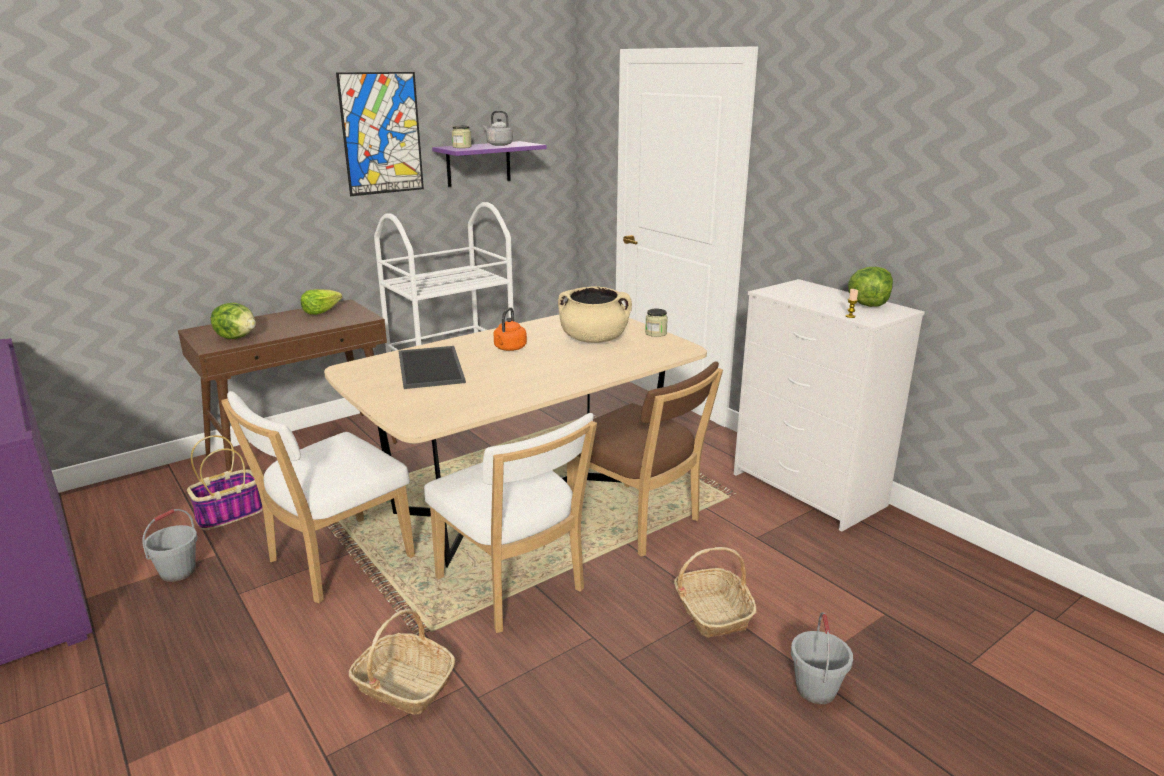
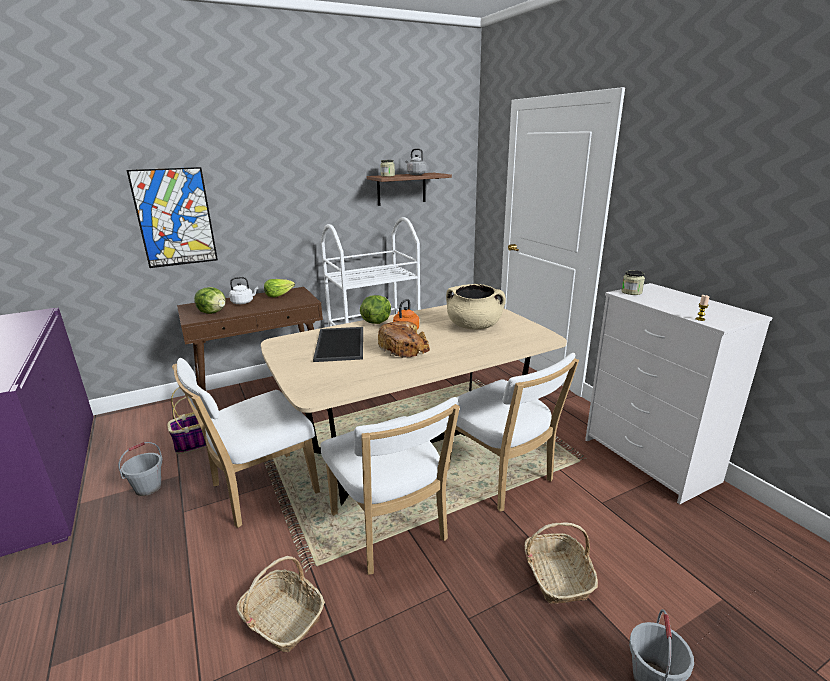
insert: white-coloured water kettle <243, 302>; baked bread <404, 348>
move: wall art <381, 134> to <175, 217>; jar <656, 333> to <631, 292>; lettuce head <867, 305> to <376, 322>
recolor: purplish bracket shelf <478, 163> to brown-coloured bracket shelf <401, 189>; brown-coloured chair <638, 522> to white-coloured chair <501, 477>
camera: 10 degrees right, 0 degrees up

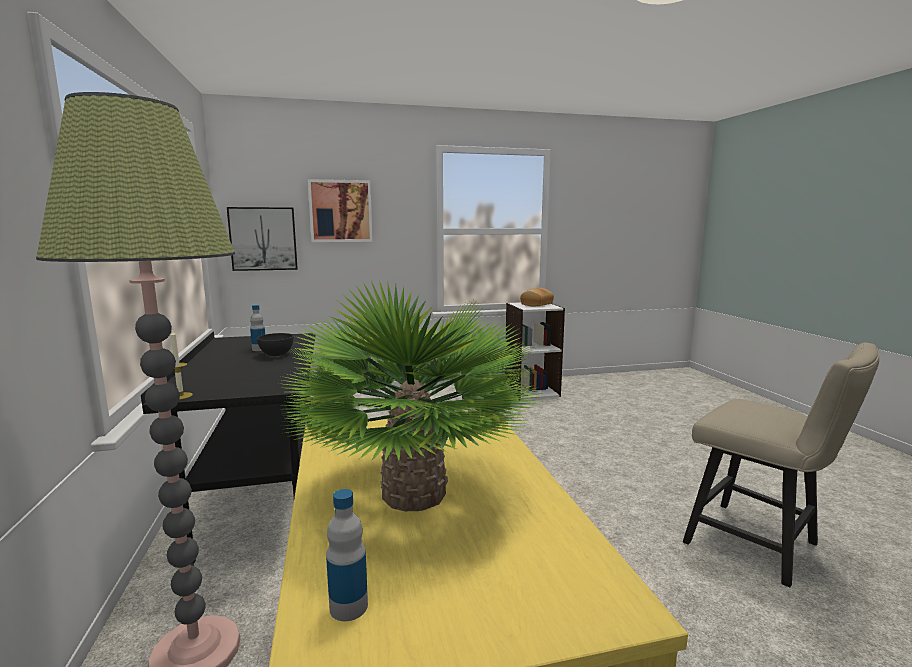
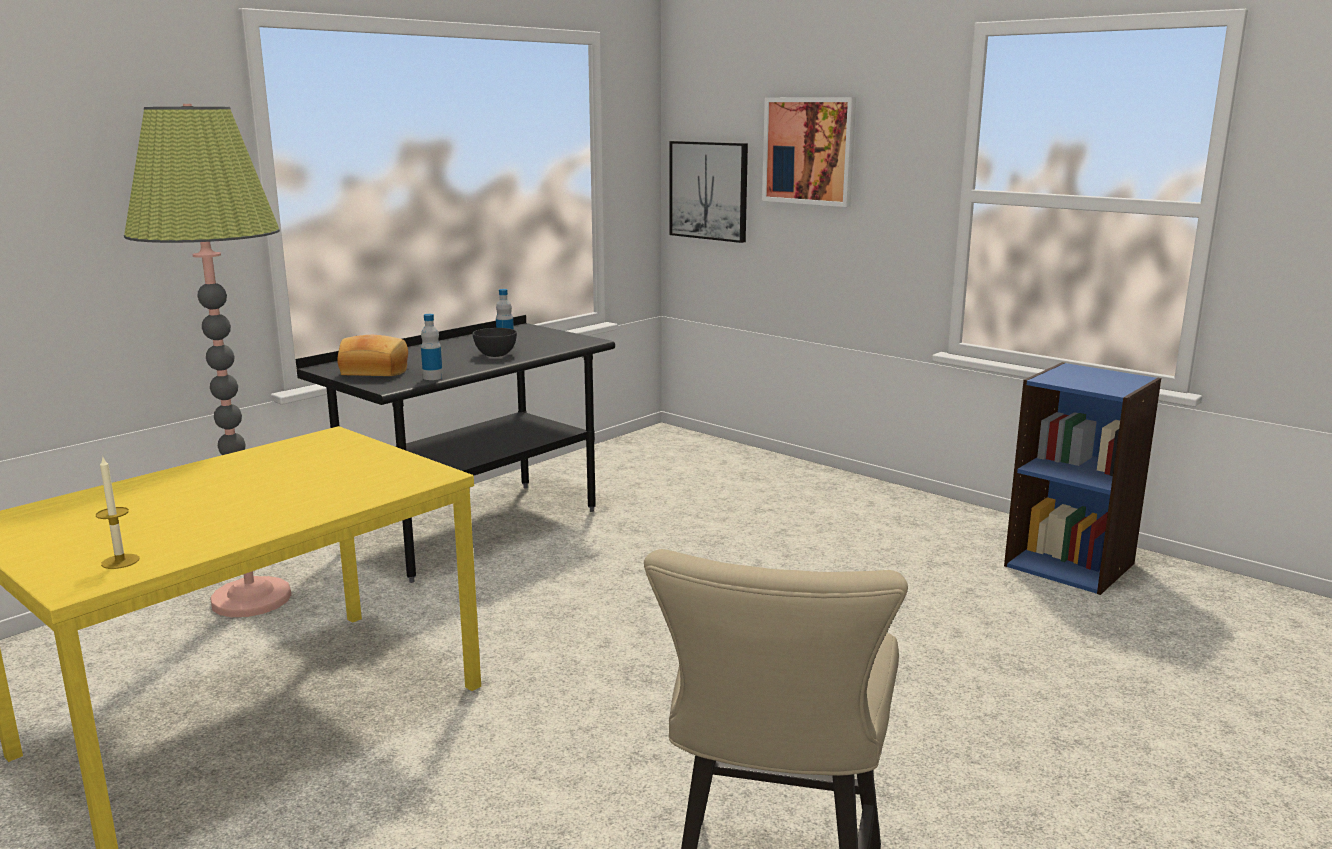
delete: potted plant <413, 494>
move: wax light <180, 396> to <120, 561>; drink bottle <348, 606> to <432, 377>; baked bread <536, 304> to <375, 371>
recolor: white-coloured shelving unit <531, 391> to blue shelving unit <1070, 564>
camera: 55 degrees right, 5 degrees up

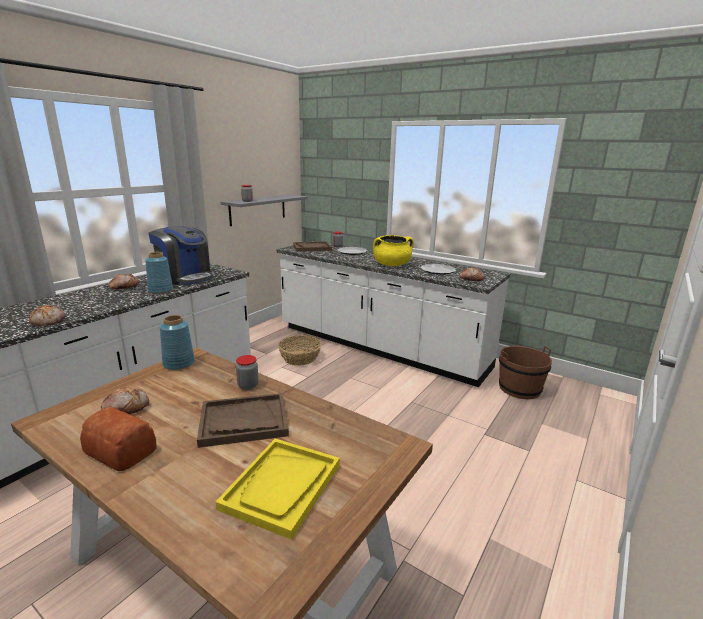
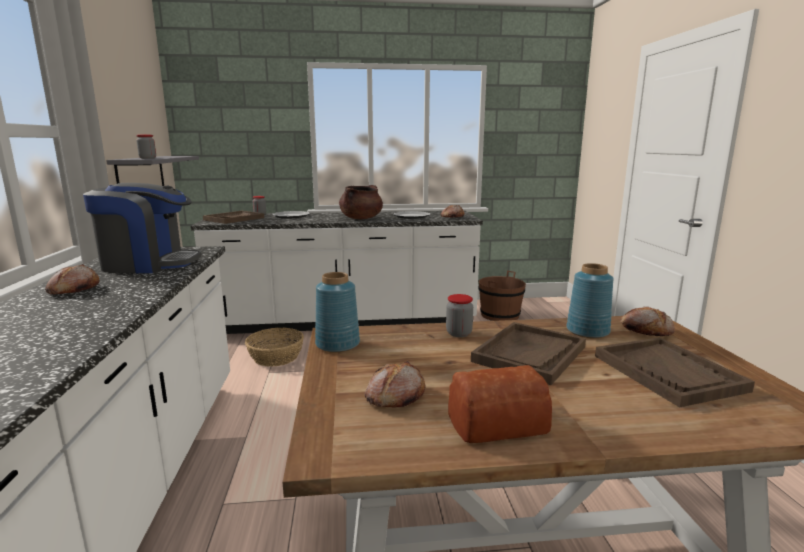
move: baked bread <49, 321> to <645, 330>; blue decorative vase <160, 290> to <588, 331>
recolor: yellow tray <282, 486> to brown-coloured tray <668, 373>; yellow saucepot <391, 265> to brown-coloured saucepot <361, 218>
camera: 40 degrees left, 5 degrees down

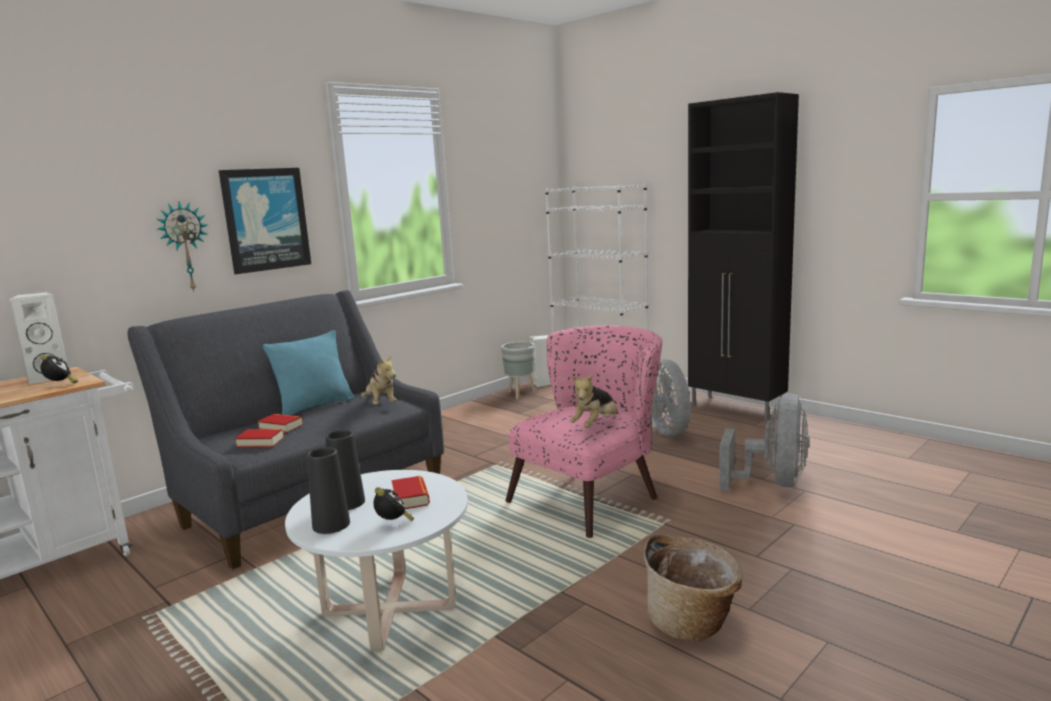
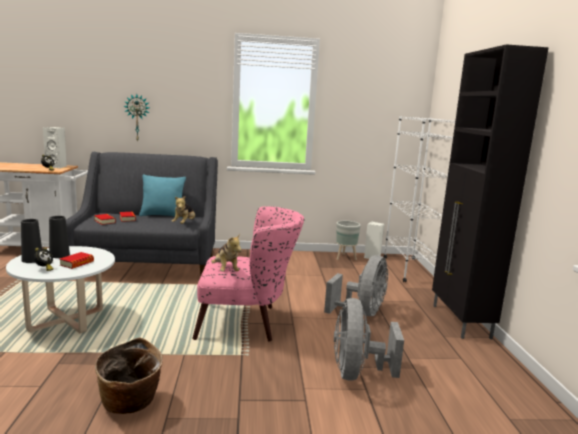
delete: wall art <266, 219>
rotate: cuddly toy <596, 425> = <225, 270> 105 degrees counterclockwise; gray fan <773, 483> = <357, 373> 120 degrees clockwise
camera: 40 degrees right, 0 degrees up

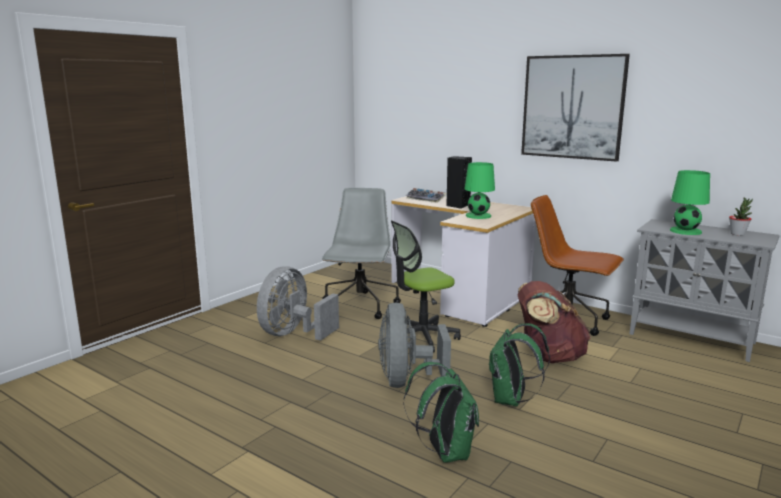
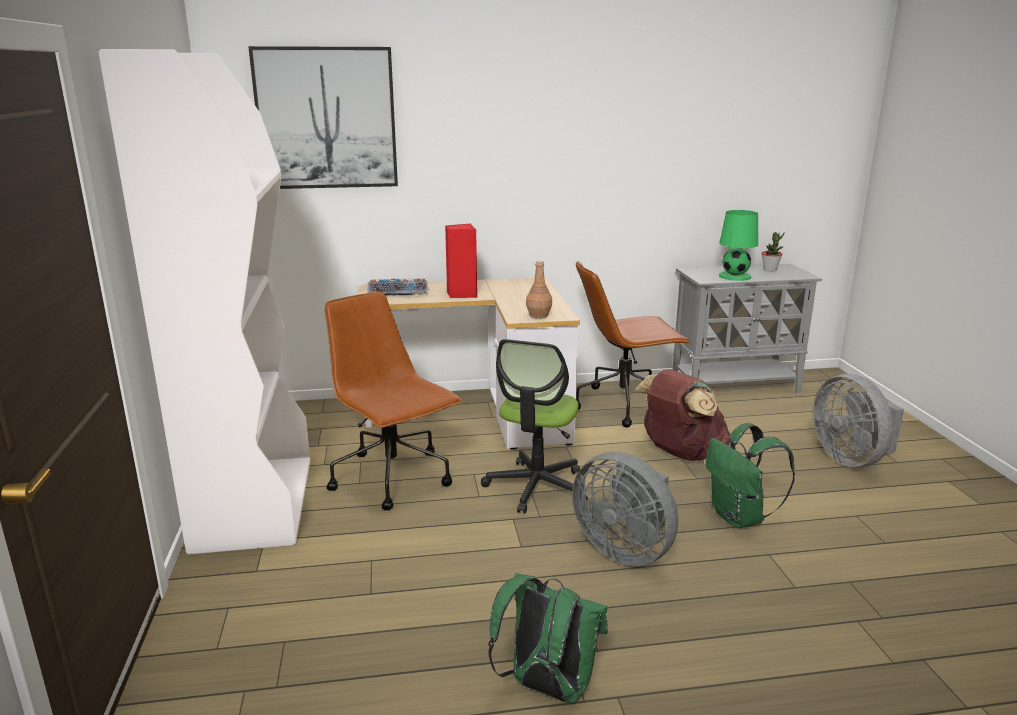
delete: green-coloured tabletop lamp <478, 216>
insert: white-coloured shelving unit <254, 503>; brown-coloured drink bottle <538, 315>
move: gray fan <293, 334> to <851, 458>; green-coloured rucksack <444, 452> to <546, 687>; wall art <572, 107> to <326, 118>
recolor: gray office chair <360, 307> to brown-coloured office chair <393, 478>; black-coloured speaker <457, 206> to red speaker <461, 294>
camera: 45 degrees left, 5 degrees up

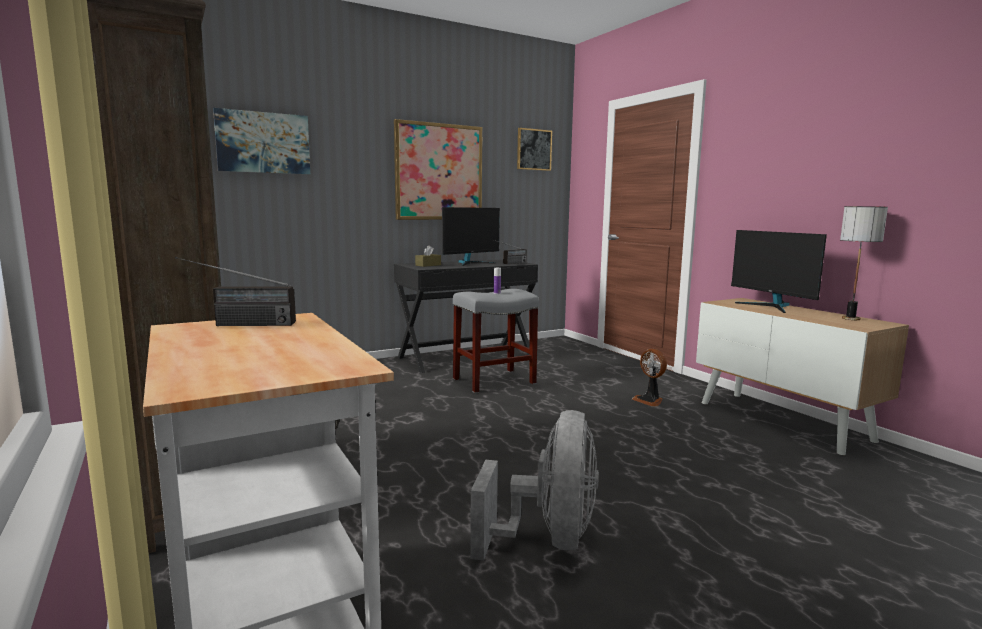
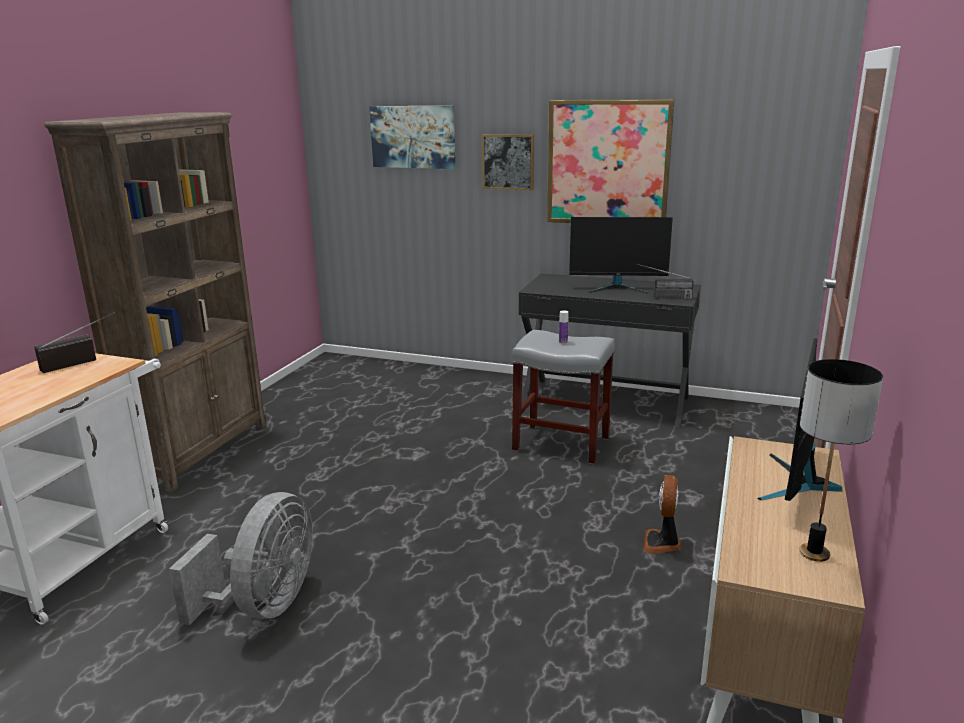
delete: brown-coloured tissue box <428, 265>
move: wall art <534, 149> to <508, 162>
rotate: radio receiver <235, 324> = <82, 361> 90 degrees clockwise; gray fan <549, 539> = <264, 605> 45 degrees counterclockwise
camera: 50 degrees right, 10 degrees up

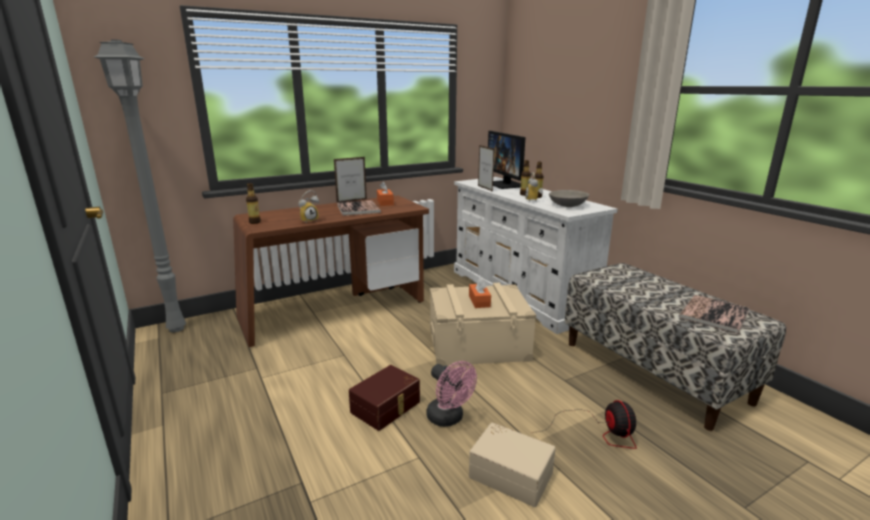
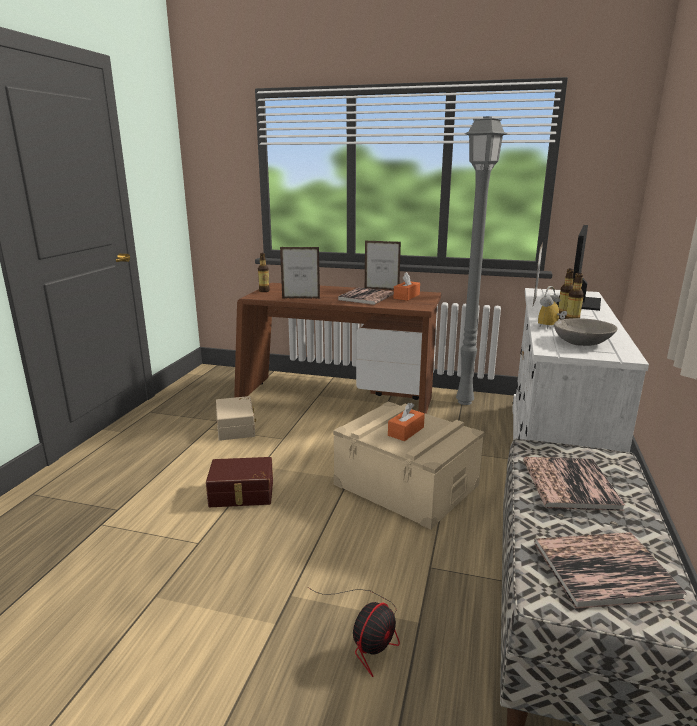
delete: pink-coloured fan <449, 419>
insert: book <569, 484>
move: gray standing lamp <177, 329> to <465, 402>; sand-coloured storage container <511, 473> to <237, 427>
replace: table clock <309, 221> to photo frame <301, 298>
camera: 45 degrees right, 0 degrees up

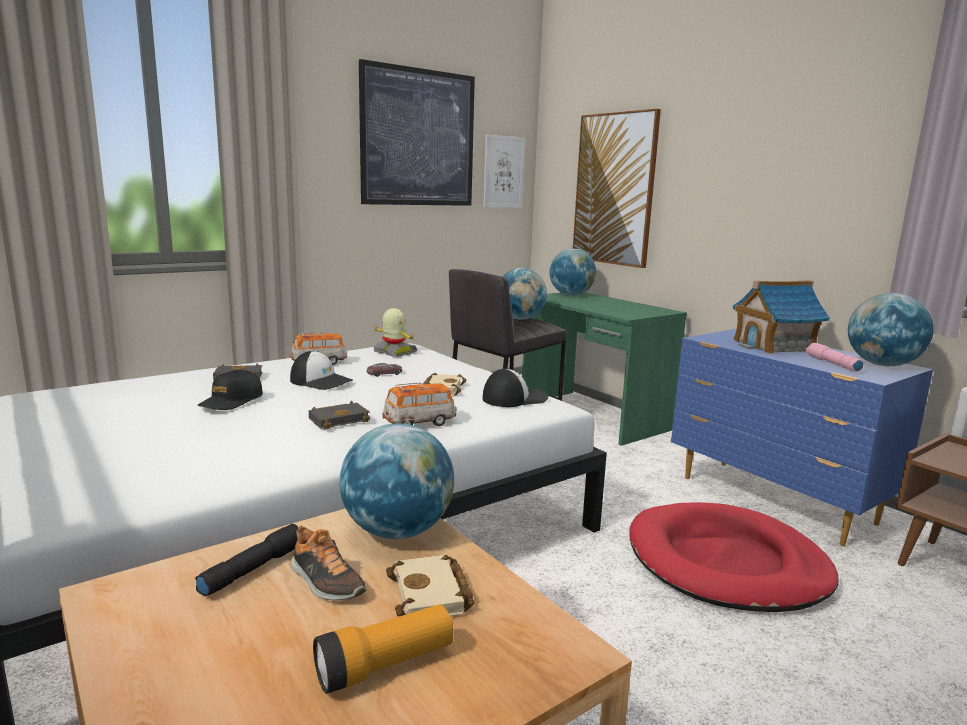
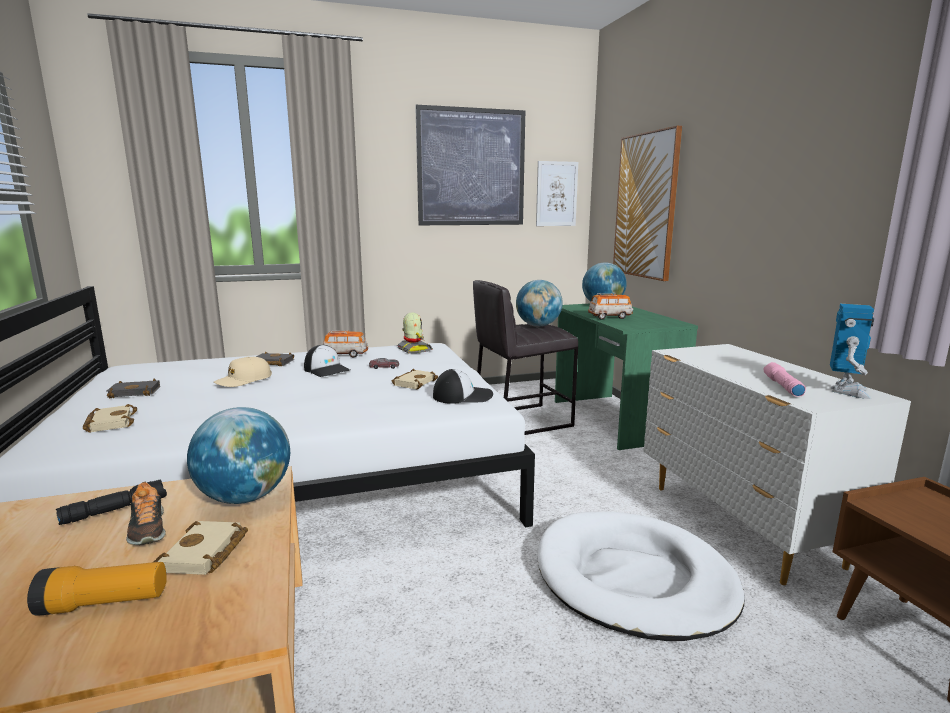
delete: toy house <774, 346>
insert: sand-coloured book <109, 422>
move: black-coloured book <339, 419> to <136, 392>; miniature car <419, 423> to <610, 317>
replace: globe <882, 365> to model robot <846, 391>
recolor: black-coloured cap <231, 401> to sand-coloured cap <244, 380>; red dog cushion <727, 563> to white-coloured dog cushion <633, 579>; blue dresser <776, 501> to white-coloured dresser <741, 525>
camera: 20 degrees right, 0 degrees up

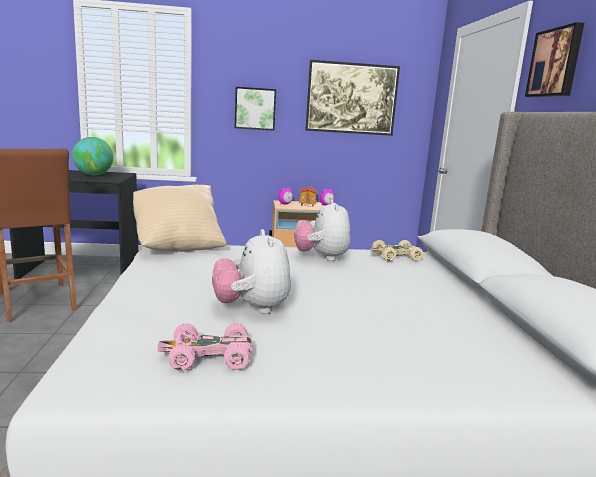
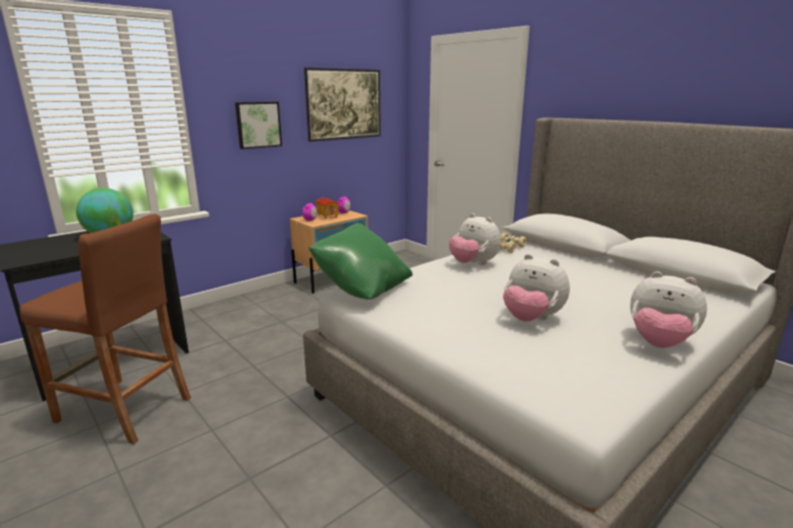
delete: pink-coloured miniature car <208, 357>; wall art <556, 63>
insert: cuddly toy <659, 343>
recolor: sand-coloured throw pillow <178, 245> to green-coloured throw pillow <362, 289>
camera: 35 degrees left, 5 degrees up

